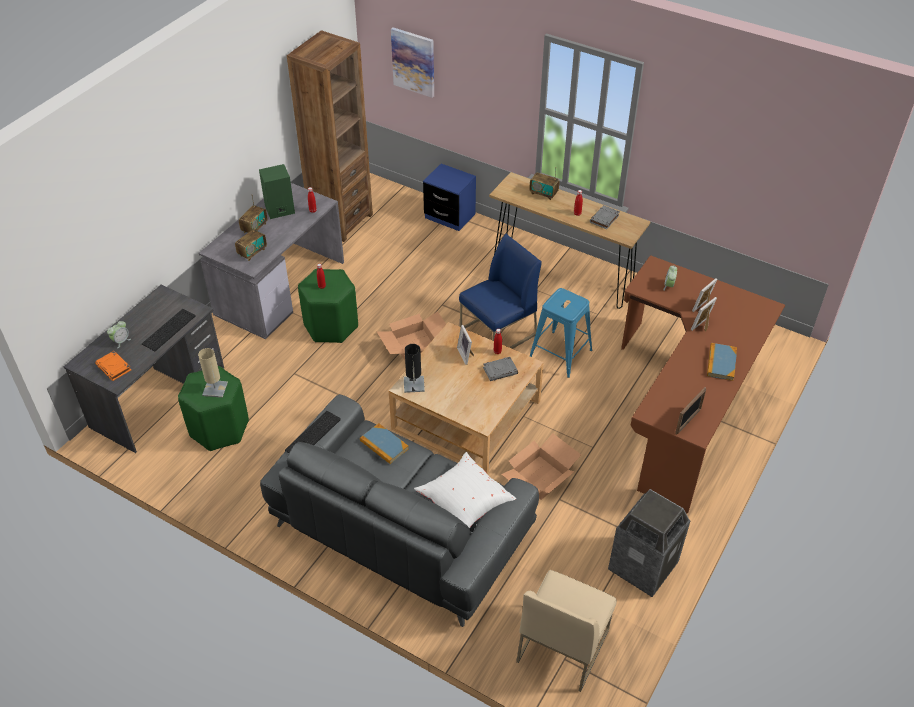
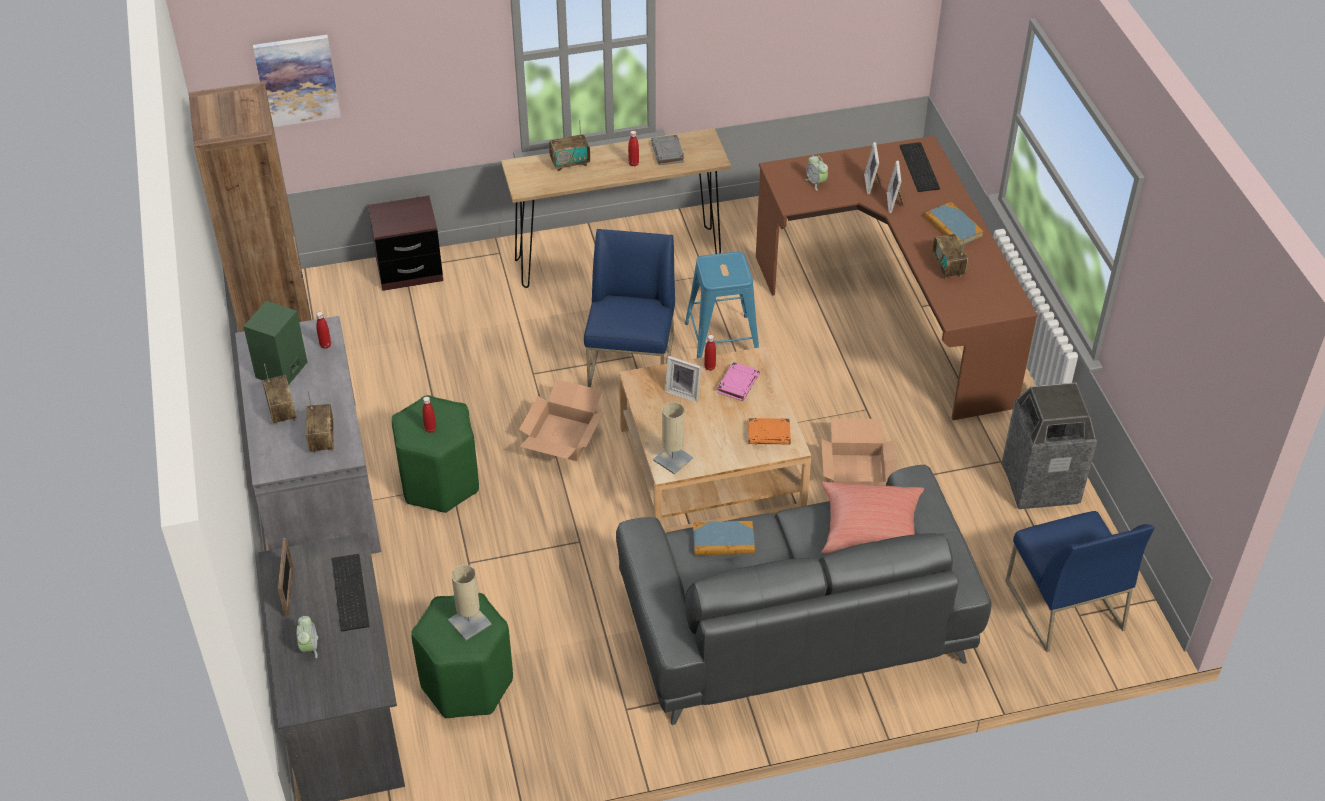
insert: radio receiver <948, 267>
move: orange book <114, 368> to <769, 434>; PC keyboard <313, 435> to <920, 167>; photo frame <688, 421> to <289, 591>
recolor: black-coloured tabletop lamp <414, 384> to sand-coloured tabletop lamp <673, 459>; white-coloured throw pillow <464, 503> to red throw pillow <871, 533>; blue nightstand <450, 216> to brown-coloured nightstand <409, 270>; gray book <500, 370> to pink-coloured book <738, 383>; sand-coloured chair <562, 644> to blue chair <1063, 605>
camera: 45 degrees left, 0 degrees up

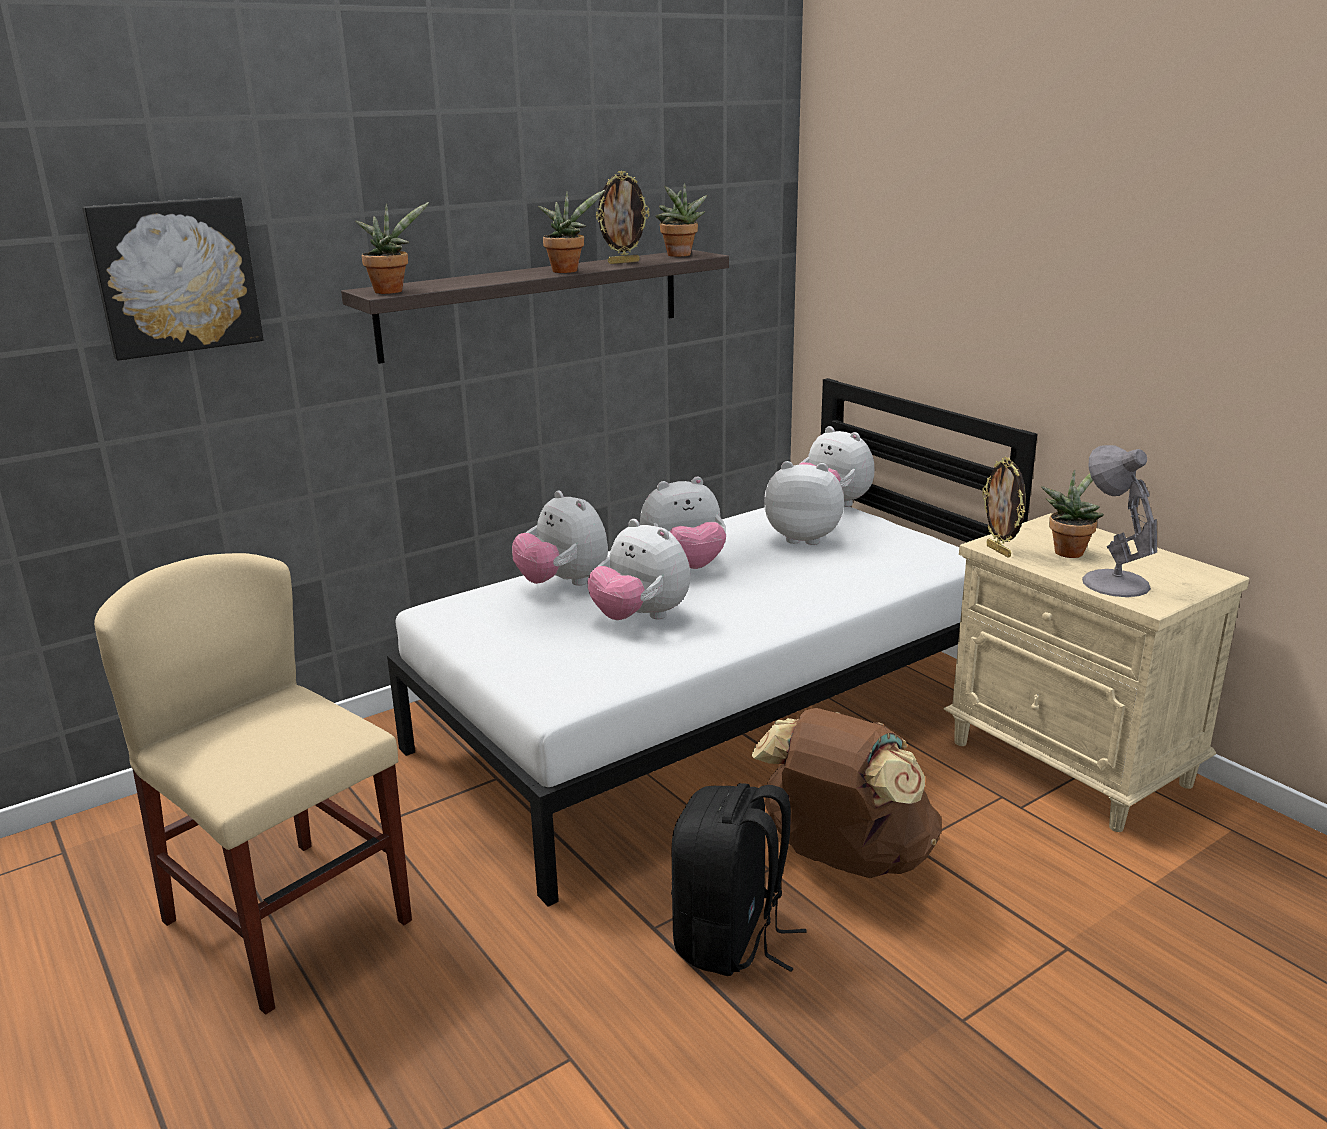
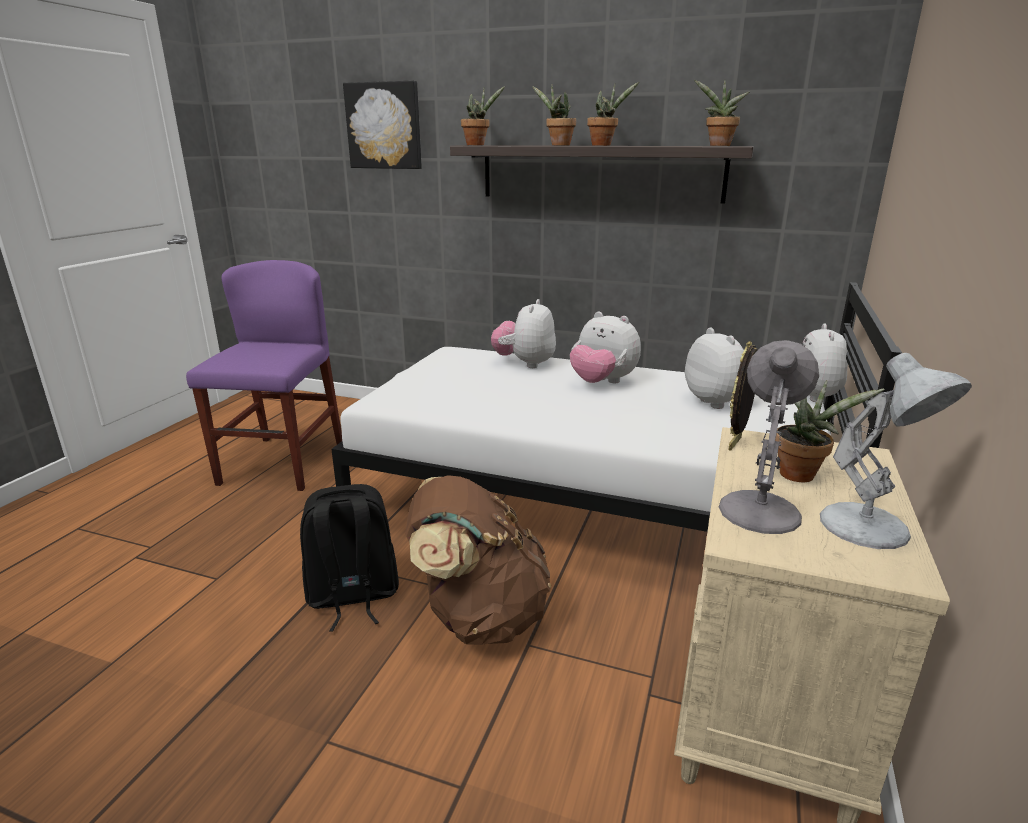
delete: cuddly toy <640, 617>; photo frame <623, 262>
insert: potted plant <557, 145>; white-coloured tabletop lamp <868, 527>
recolor: sand-coloured chair <288, 921> to purplish chair <282, 463>
camera: 55 degrees right, 0 degrees up

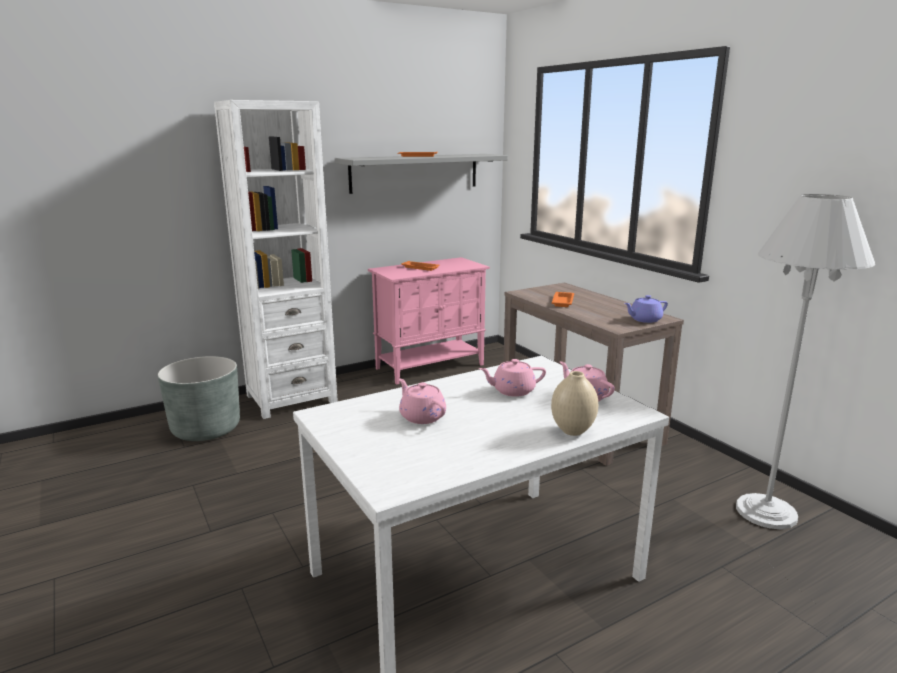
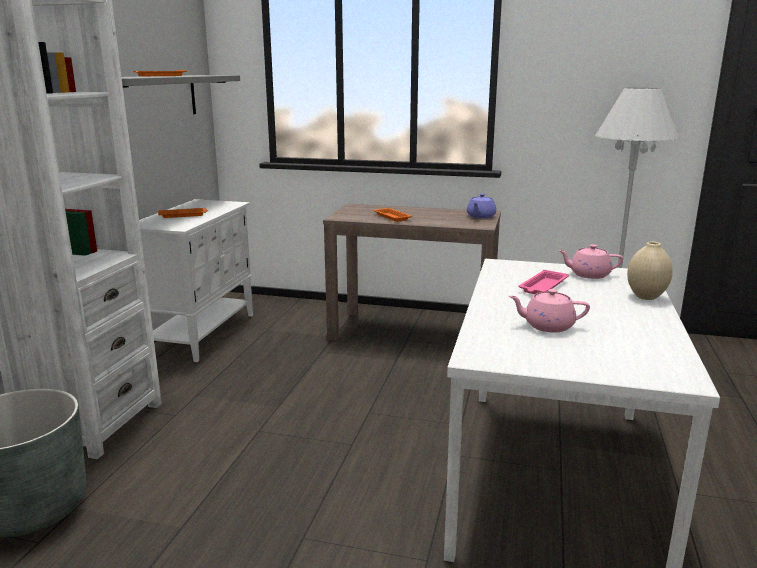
replace: pink-coloured tea pot <512, 391> to pink-coloured tray <543, 287>
recolor: pink-coloured storage cabinet <431, 366> to white-coloured storage cabinet <202, 333>
camera: 45 degrees left, 0 degrees up

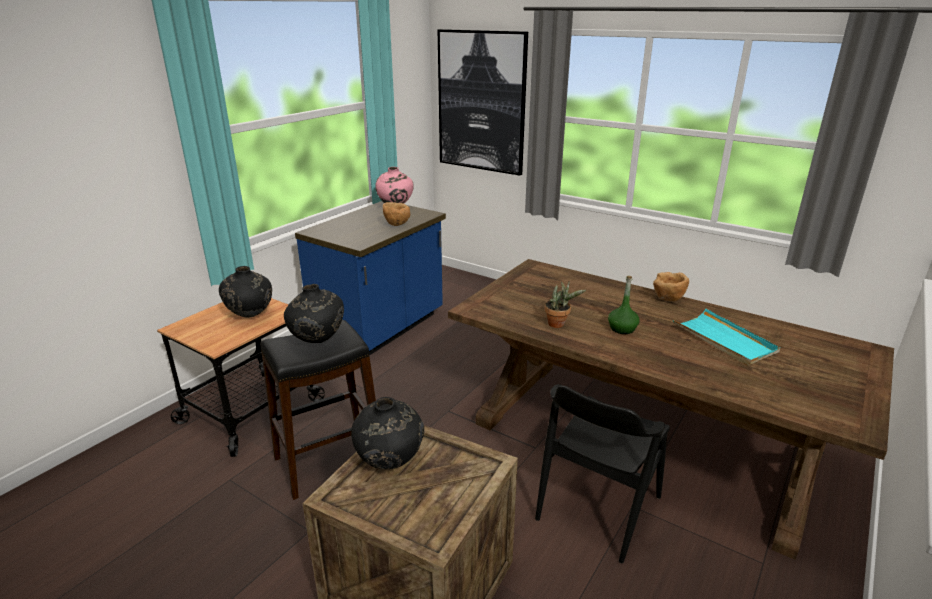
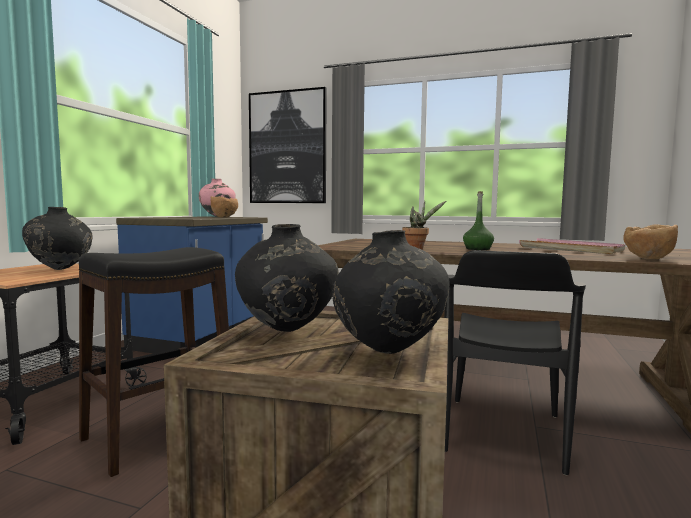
move: black-coloured decorative vase <317, 342> to <388, 353>; brown-coloured serving bowl <668, 299> to <648, 259>
recolor: turquoise-coloured tray <724, 340> to pink-coloured tray <570, 249>
camera: 15 degrees left, 20 degrees down

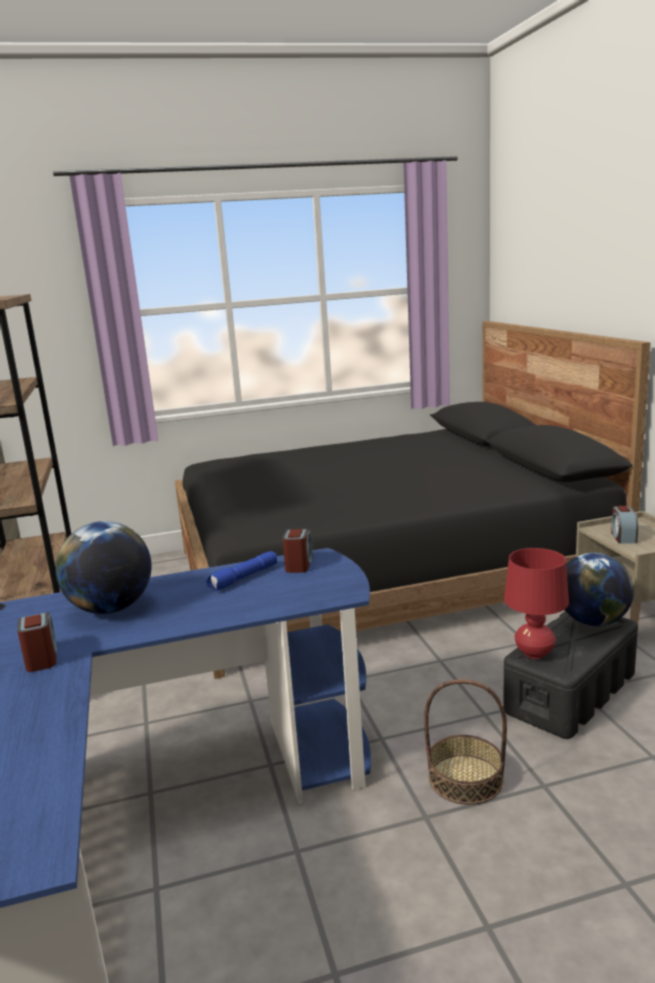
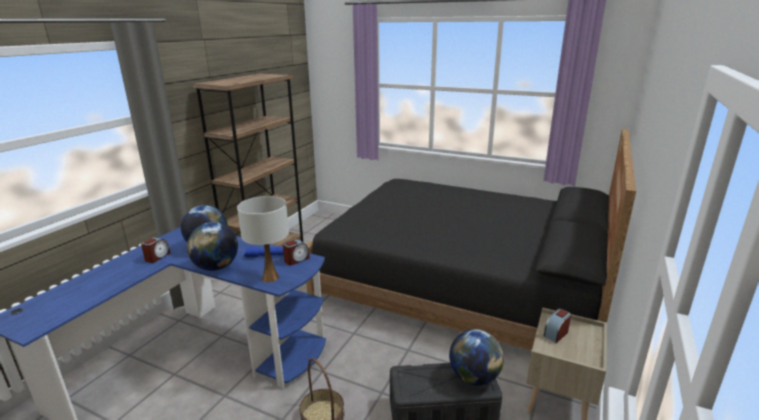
delete: red tabletop lamp <534, 653>
insert: globe <216, 267>; white-coloured tabletop lamp <270, 277>
camera: 40 degrees right, 5 degrees up

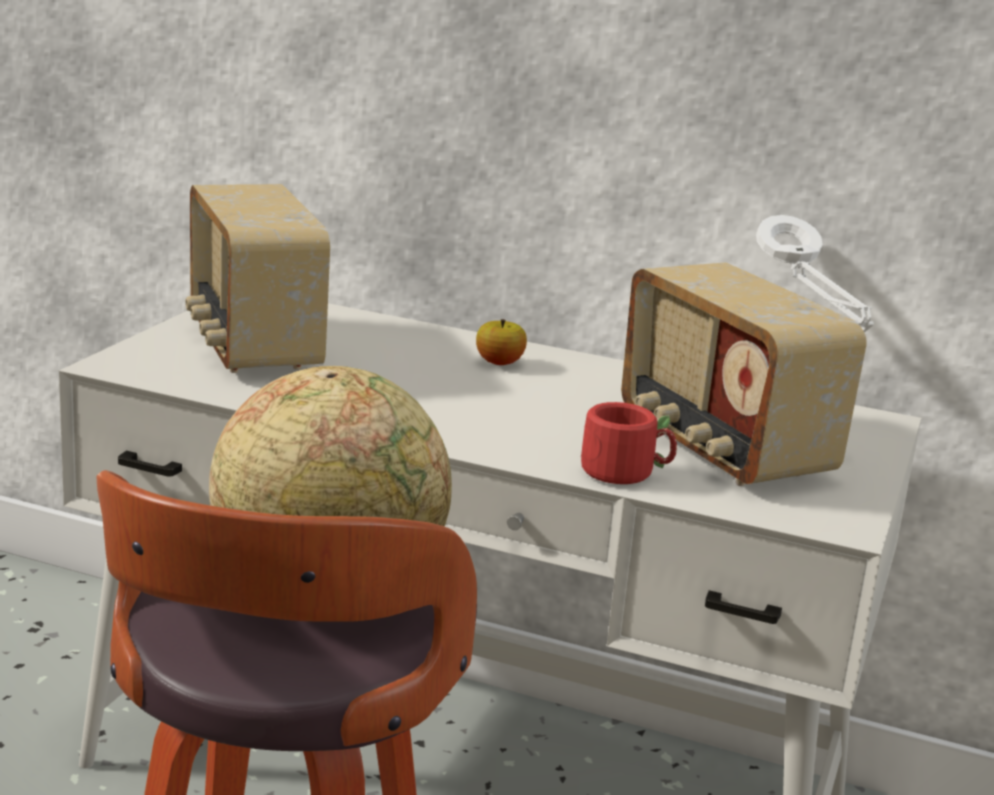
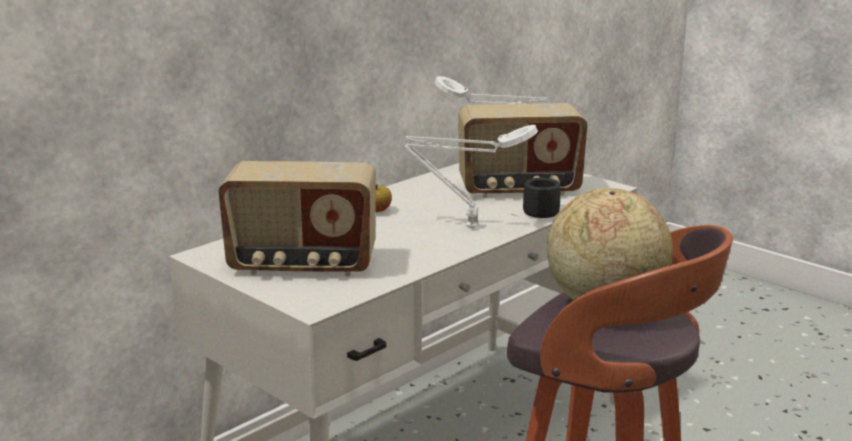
insert: white-coloured tabletop lamp <467, 226>
recolor: red mug <625, 472> to black-coloured mug <541, 211>
camera: 65 degrees left, 0 degrees up

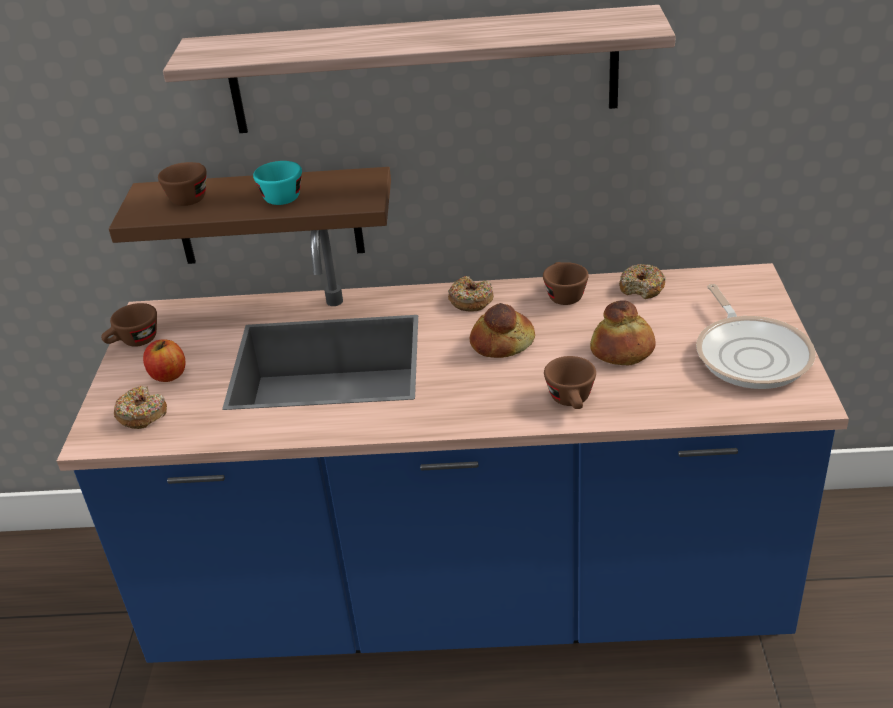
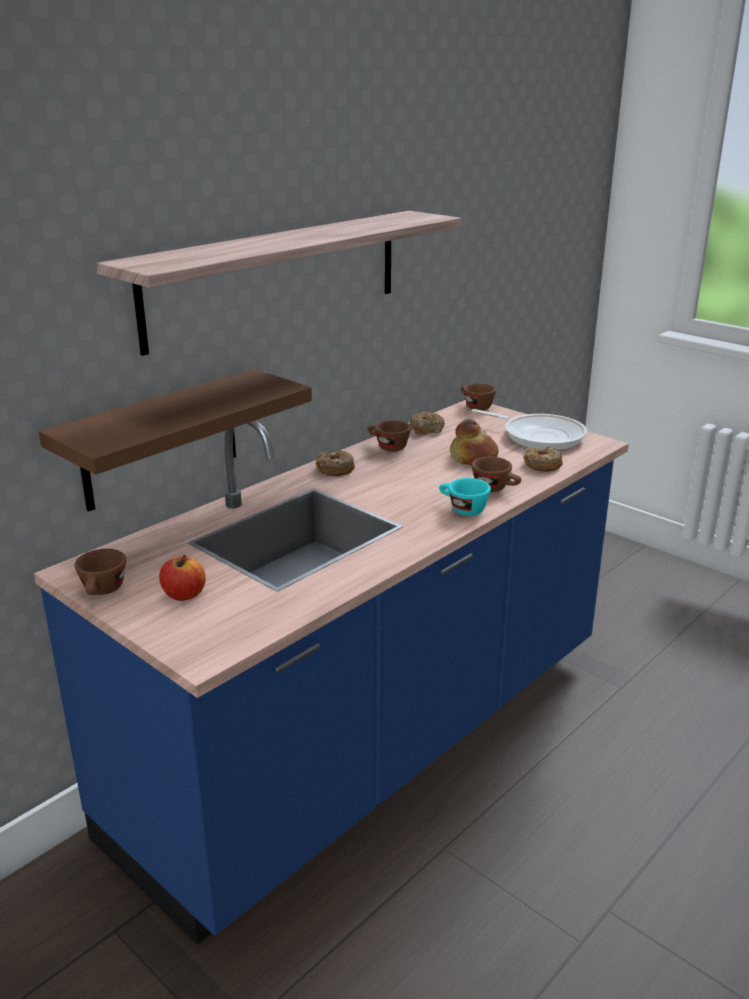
delete: baked bread <501, 342>
move: ring doughnut <141, 414> to <542, 465>; brown-coloured small cup <190, 196> to <475, 406>; turquoise-coloured small cup <281, 195> to <462, 509>
camera: 50 degrees left, 10 degrees down

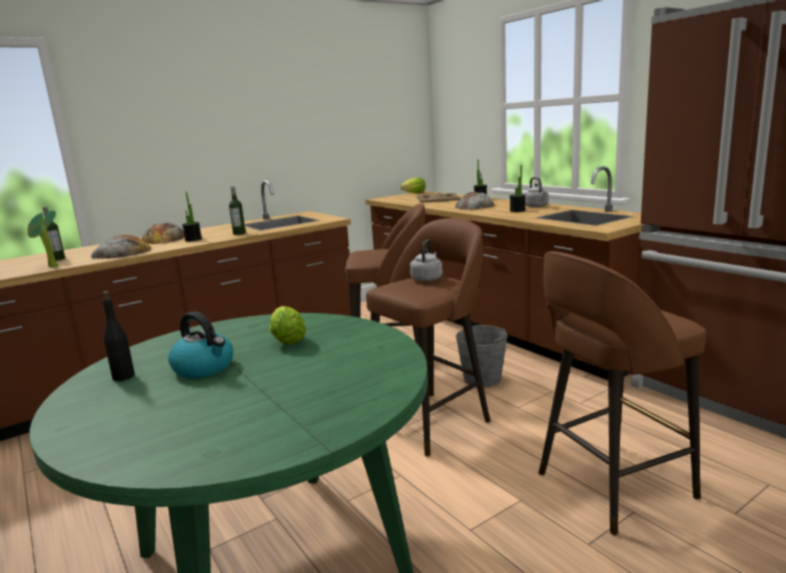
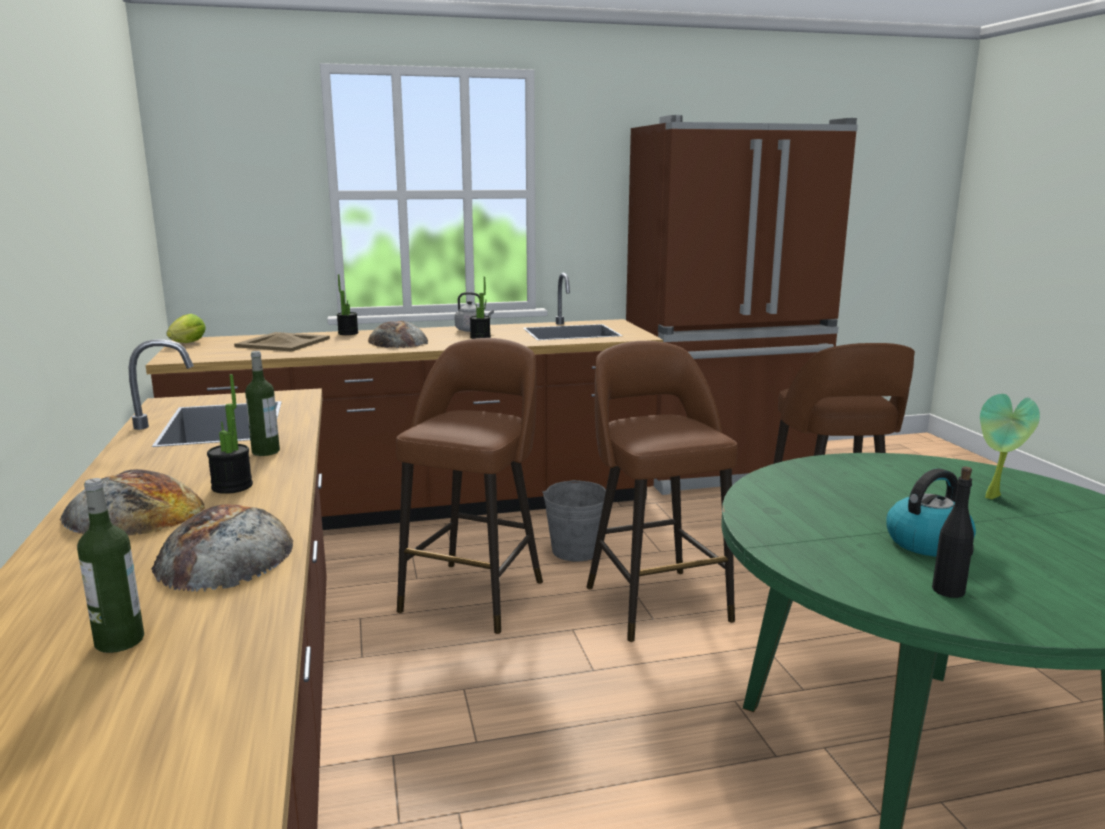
delete: lettuce head <287, 339>; gray water kettle <427, 279>
move: potted plant <50, 267> to <995, 498>
camera: 70 degrees left, 0 degrees up

